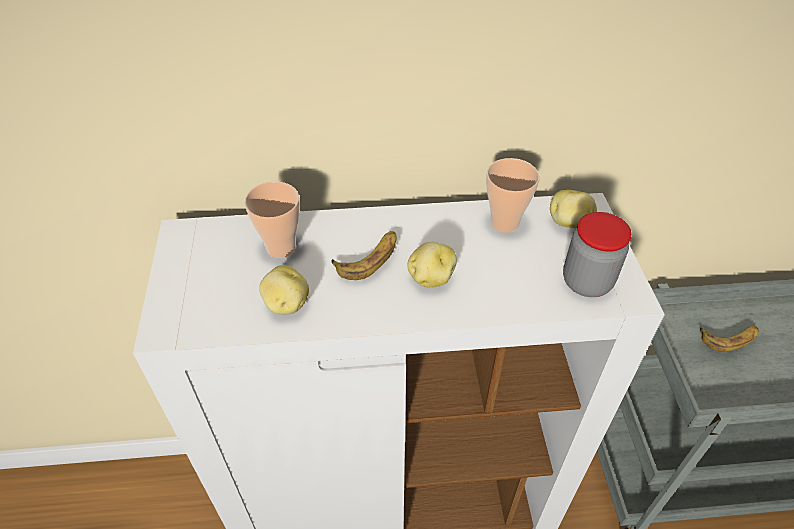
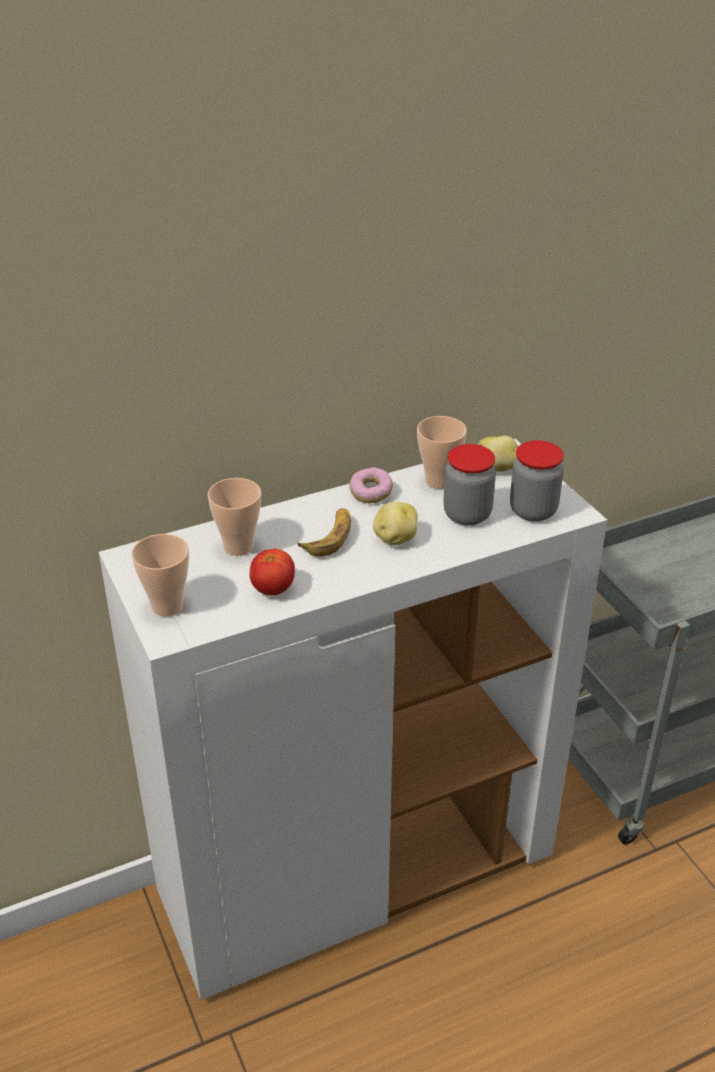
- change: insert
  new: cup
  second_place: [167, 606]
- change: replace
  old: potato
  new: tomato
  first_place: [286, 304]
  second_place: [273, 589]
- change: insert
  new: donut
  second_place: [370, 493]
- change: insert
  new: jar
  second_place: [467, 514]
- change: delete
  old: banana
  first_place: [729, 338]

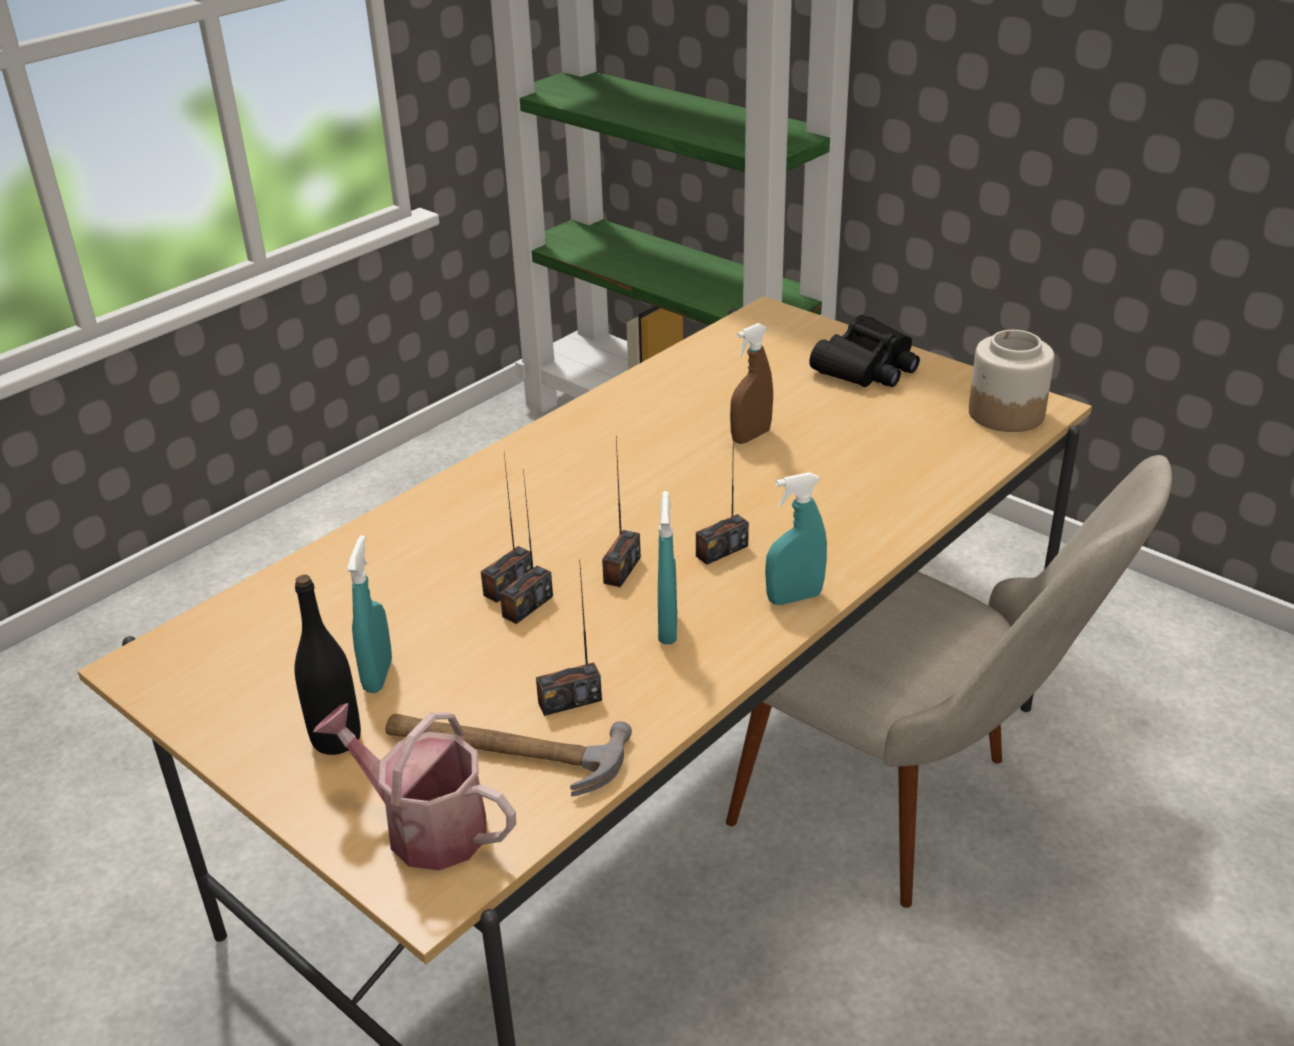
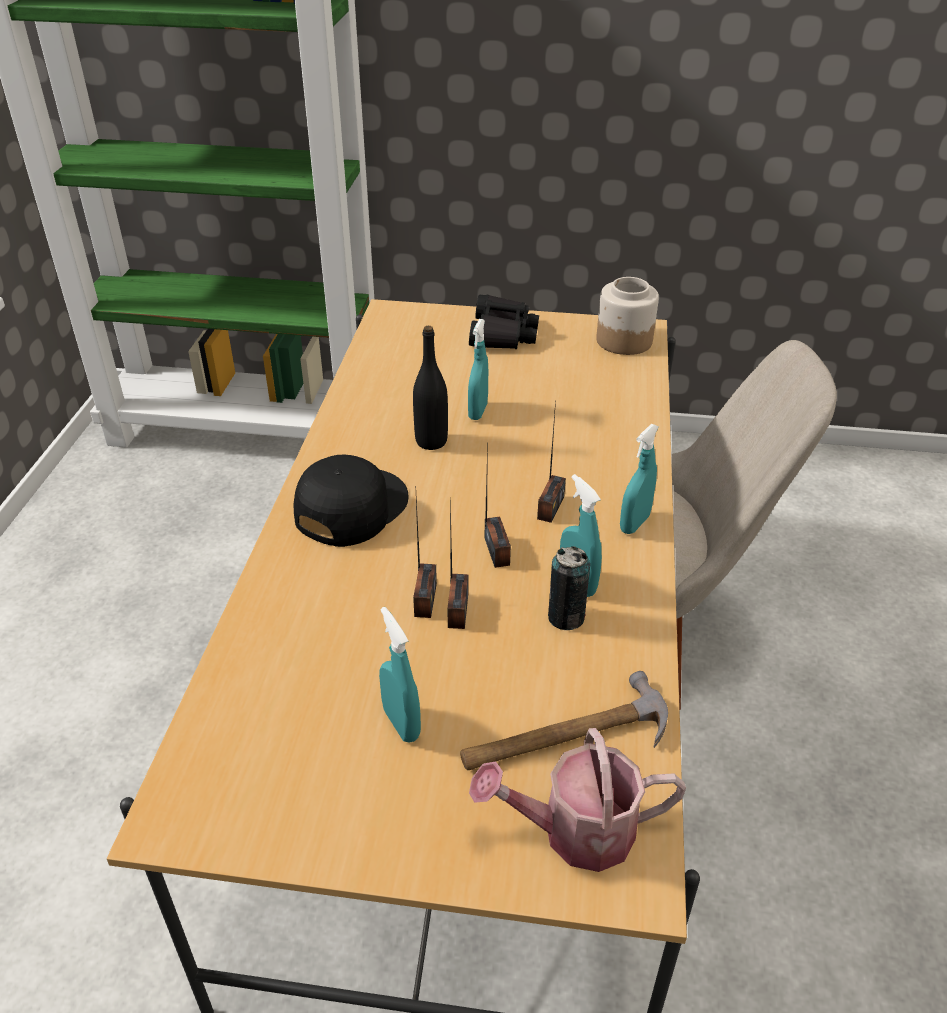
- change: insert
  new: black cap
  second_place: [350, 507]
- change: move
  old: black bottle
  first_place: [336, 739]
  second_place: [431, 441]
- change: recolor
  old: brown spray bottle
  new: turquoise spray bottle
  first_place: [751, 436]
  second_place: [478, 411]
- change: insert
  new: can
  second_place: [566, 617]
- change: delete
  old: radio
  first_place: [569, 701]

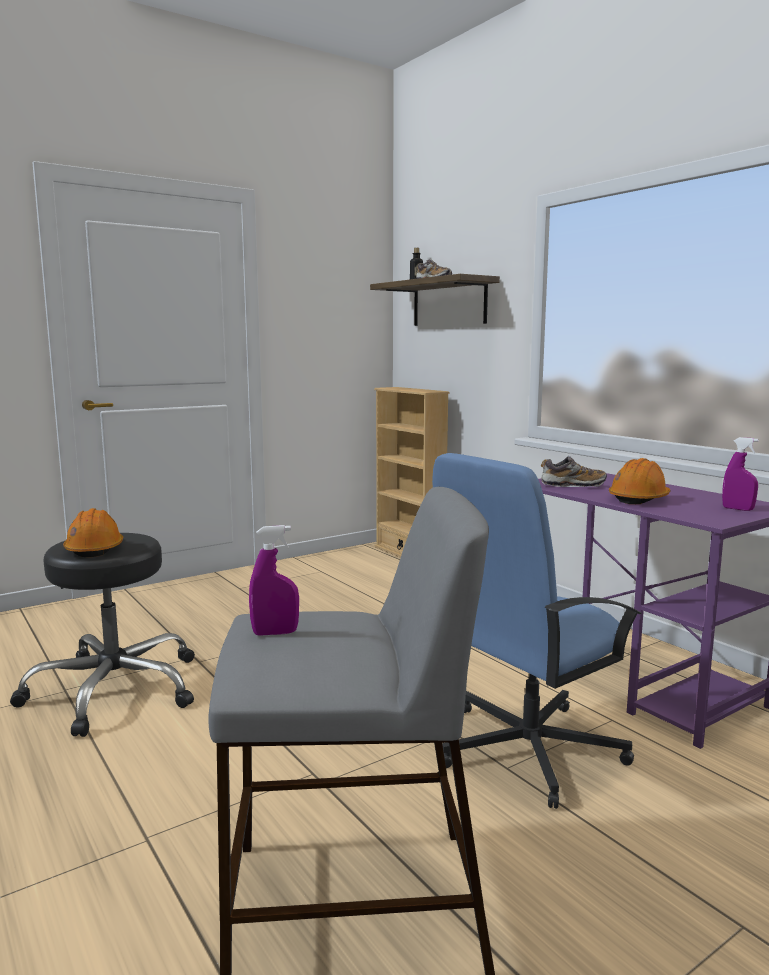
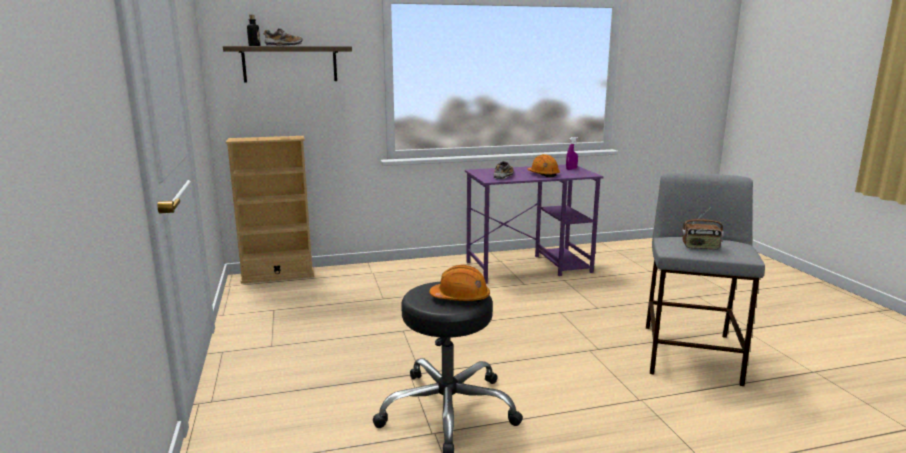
- change: replace
  old: purple spray bottle
  new: radio
  first_place: [275, 633]
  second_place: [700, 247]
- change: delete
  old: blue office chair
  first_place: [525, 749]

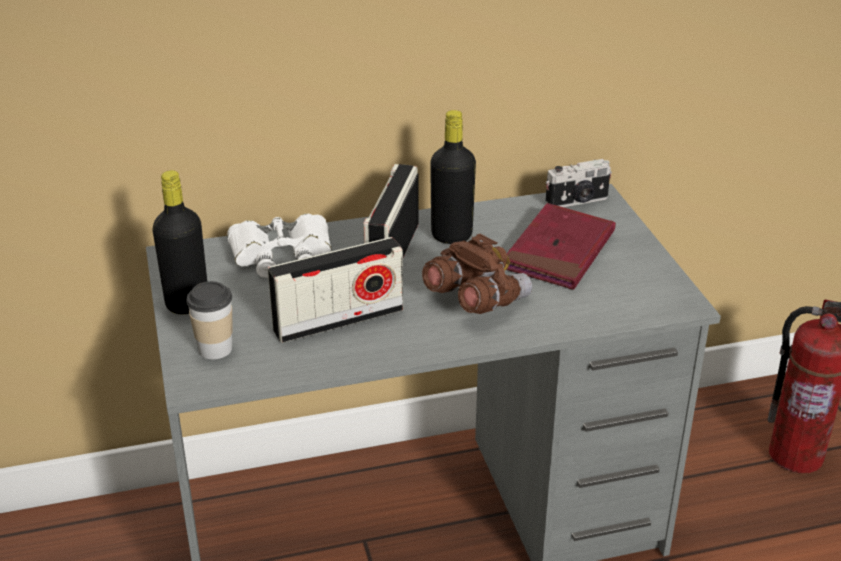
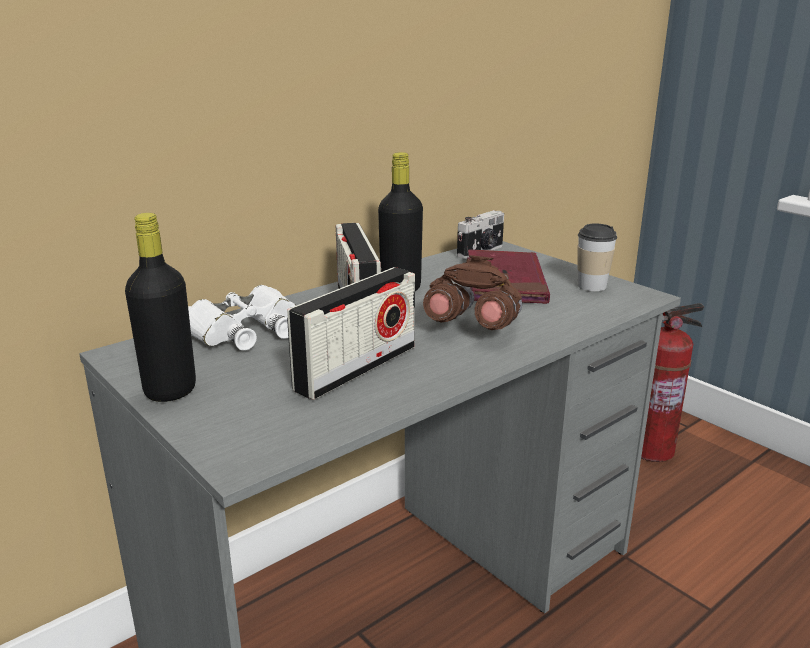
- change: move
  old: cup
  first_place: [215, 349]
  second_place: [591, 286]

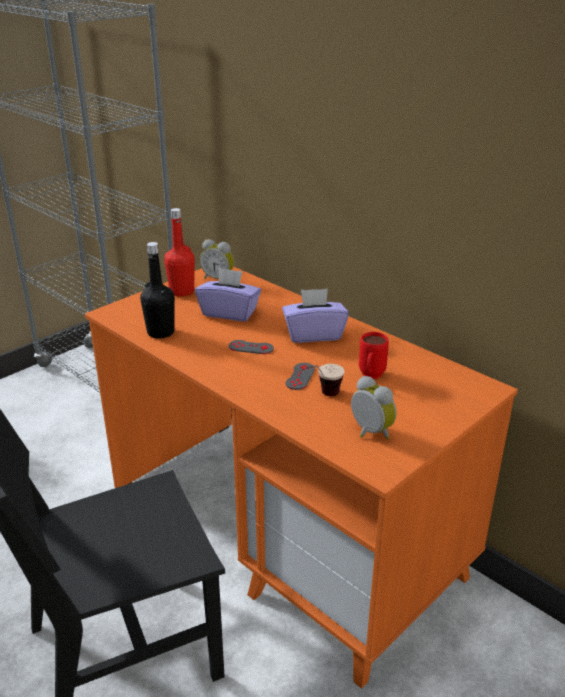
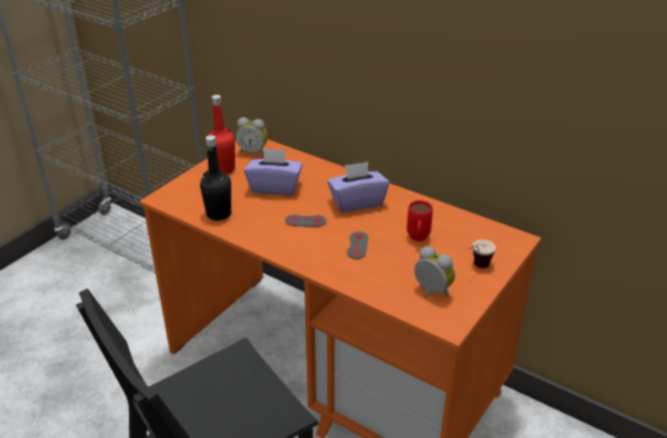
- change: move
  old: cup
  first_place: [322, 396]
  second_place: [476, 268]

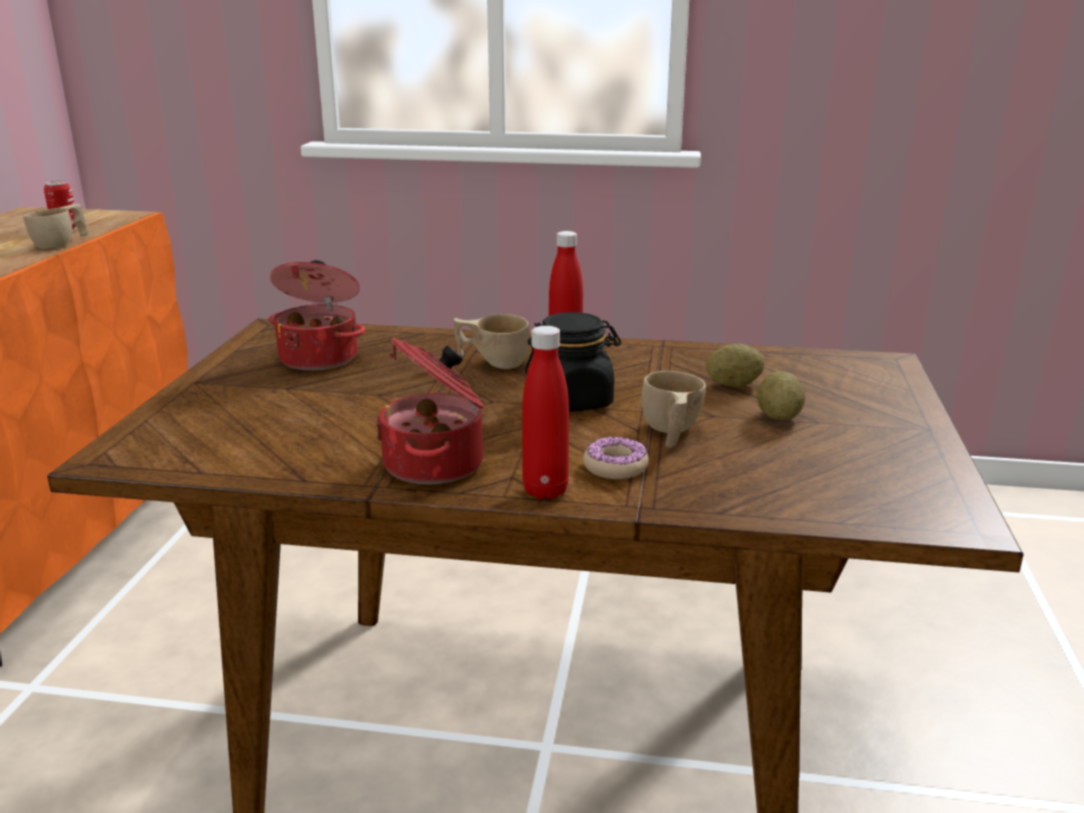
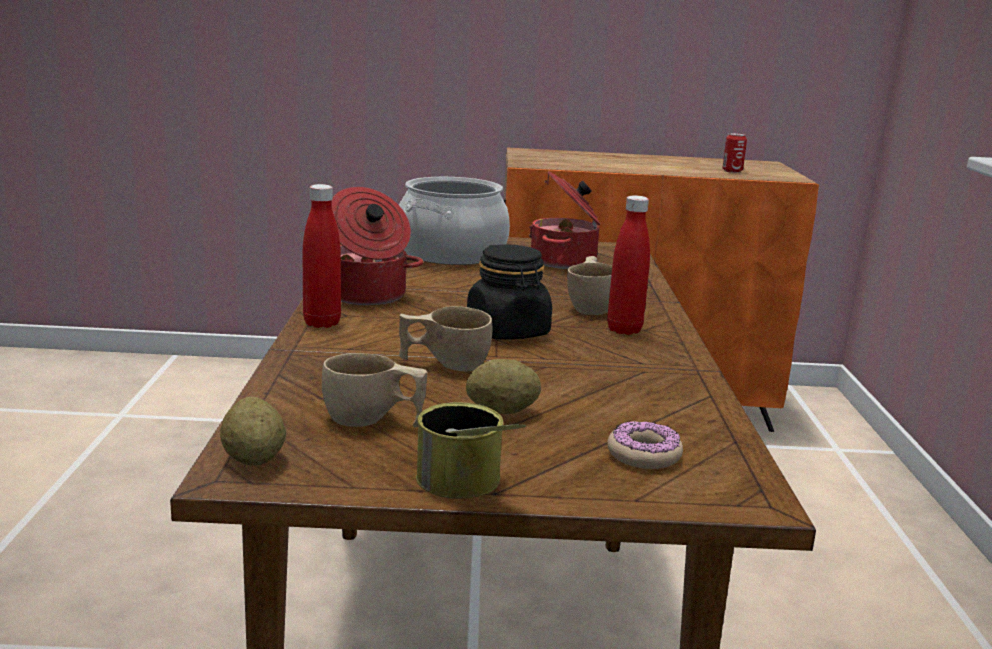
- change: move
  old: potato
  first_place: [733, 385]
  second_place: [253, 459]
- change: move
  old: beige cup
  first_place: [62, 243]
  second_place: [373, 422]
- change: insert
  new: cooking pot
  second_place: [452, 254]
- change: insert
  new: can
  second_place: [466, 491]
- change: move
  old: donut
  first_place: [615, 467]
  second_place: [643, 455]

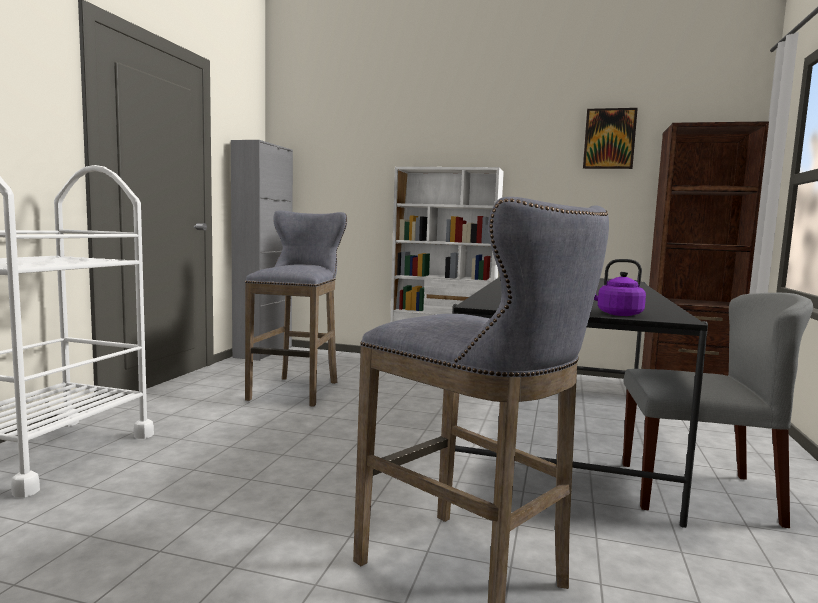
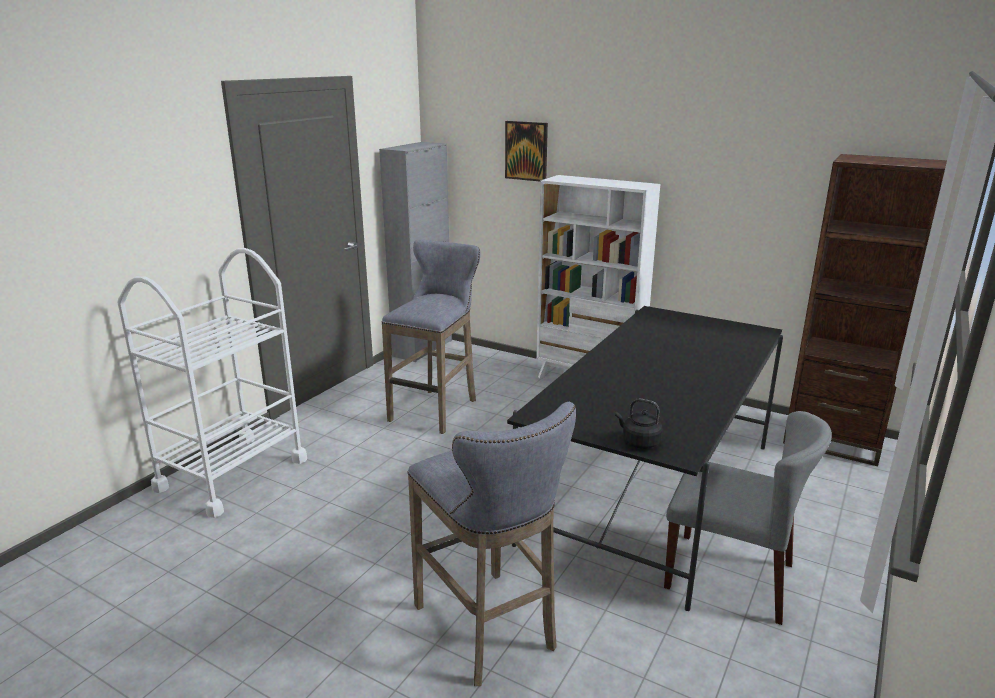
- change: move
  old: picture
  first_place: [609, 139]
  second_place: [526, 151]
- change: recolor
  old: purple kettle
  new: black kettle
  first_place: [617, 314]
  second_place: [639, 442]

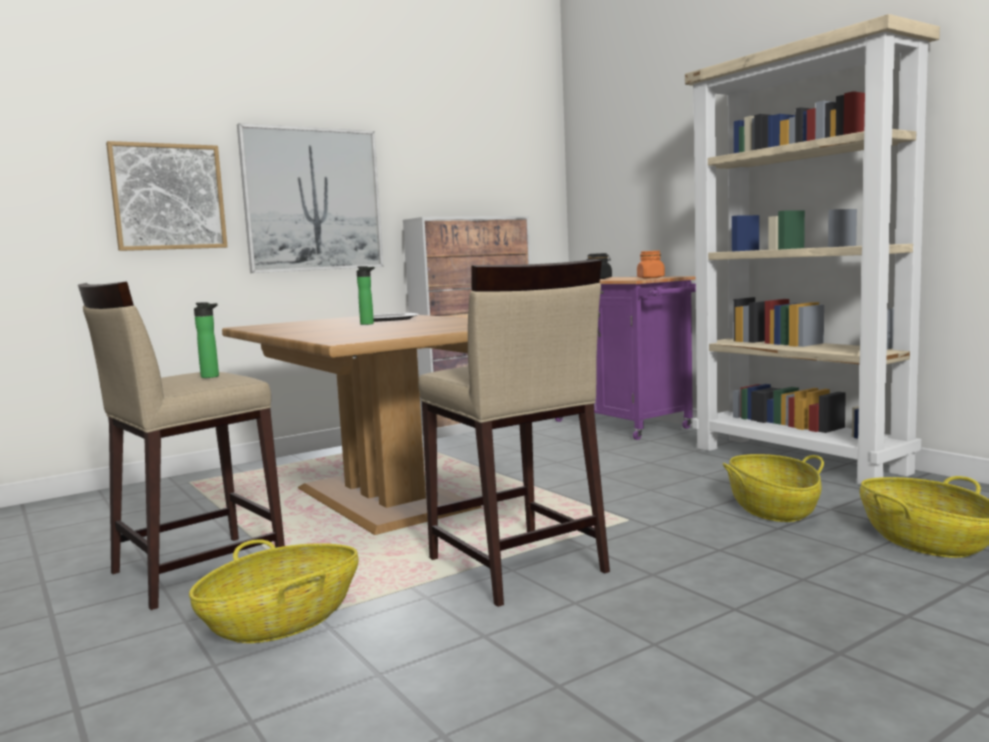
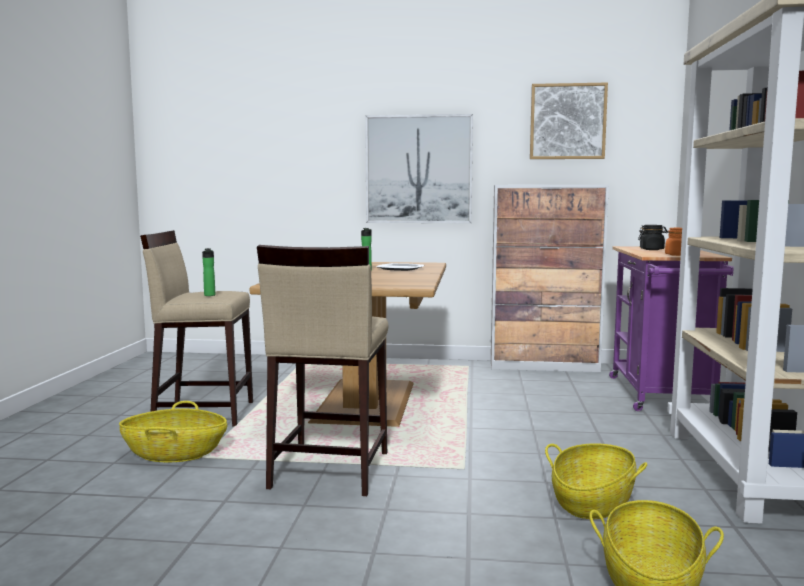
- change: move
  old: picture
  first_place: [168, 197]
  second_place: [567, 121]

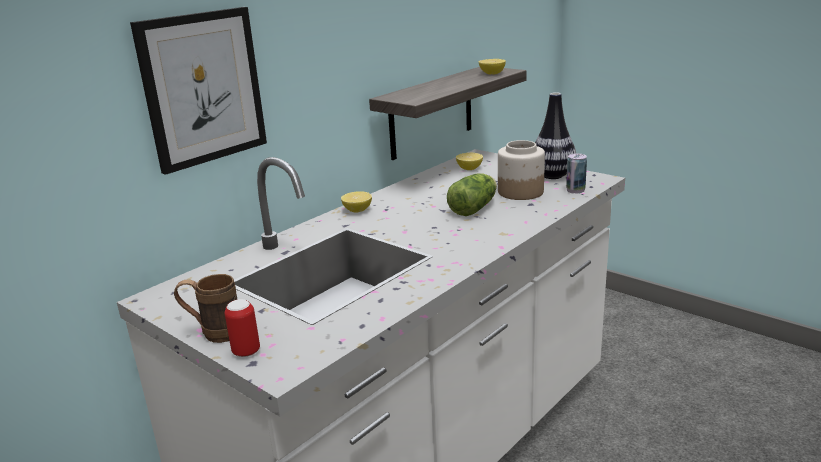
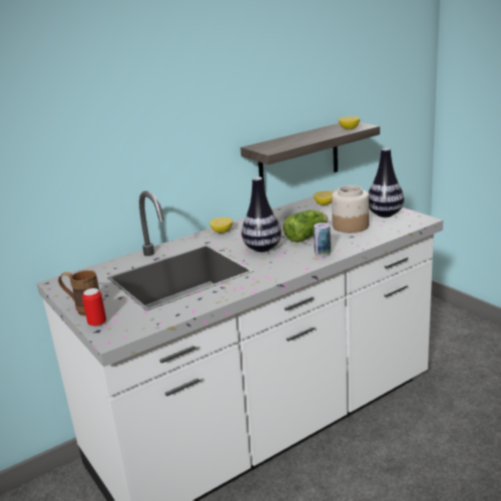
- change: insert
  new: vase
  second_place: [262, 248]
- change: move
  old: can
  first_place: [575, 190]
  second_place: [322, 254]
- change: delete
  old: picture
  first_place: [203, 88]

